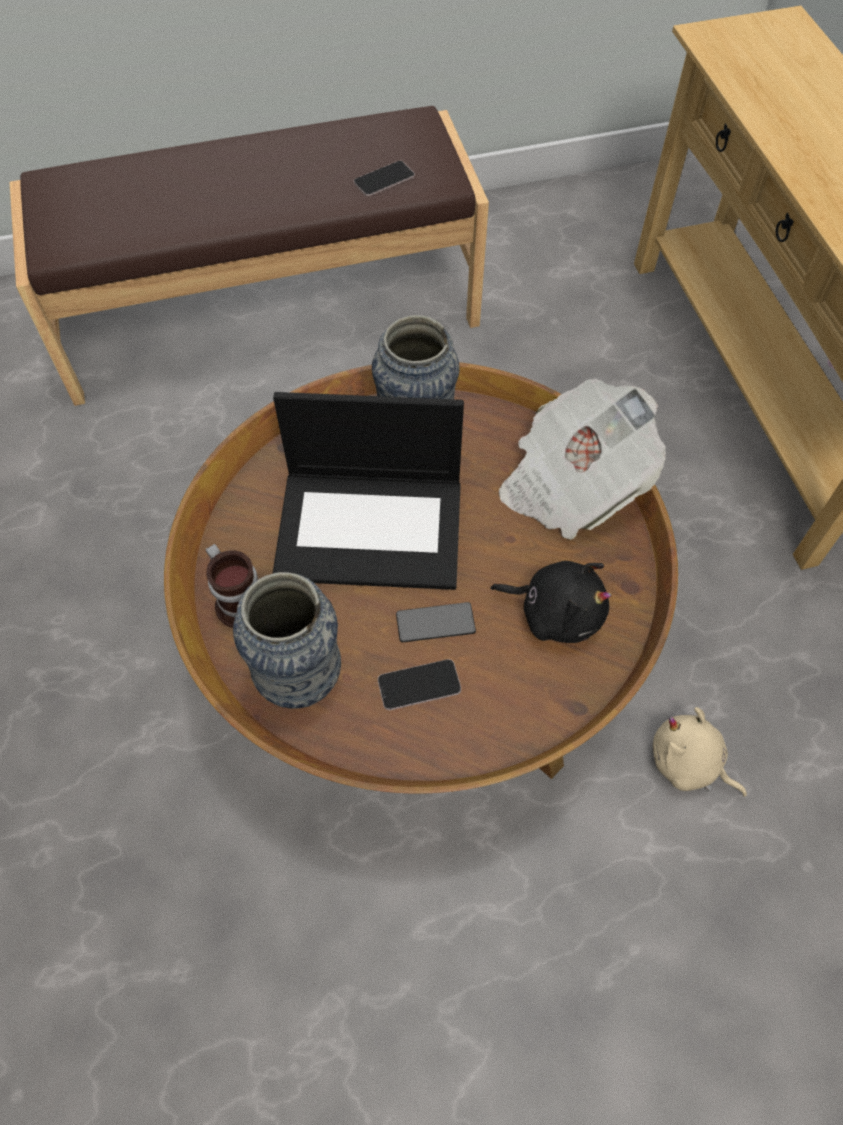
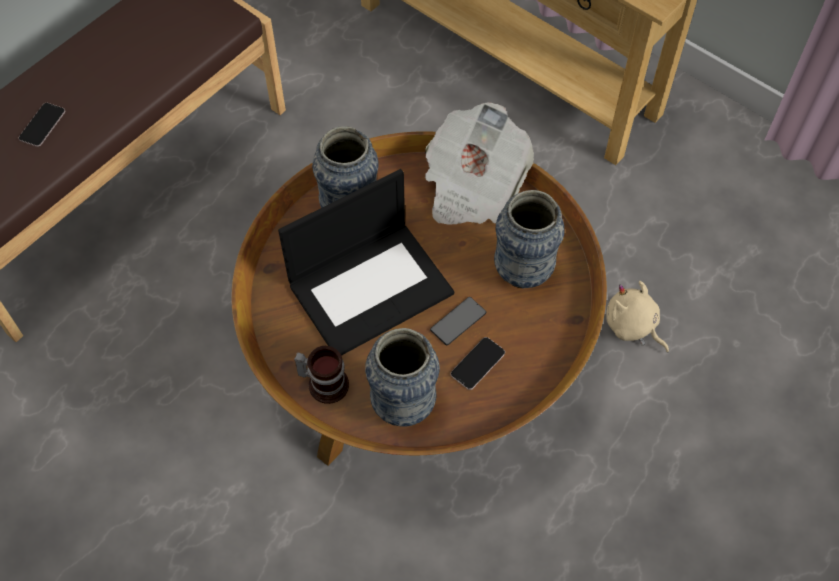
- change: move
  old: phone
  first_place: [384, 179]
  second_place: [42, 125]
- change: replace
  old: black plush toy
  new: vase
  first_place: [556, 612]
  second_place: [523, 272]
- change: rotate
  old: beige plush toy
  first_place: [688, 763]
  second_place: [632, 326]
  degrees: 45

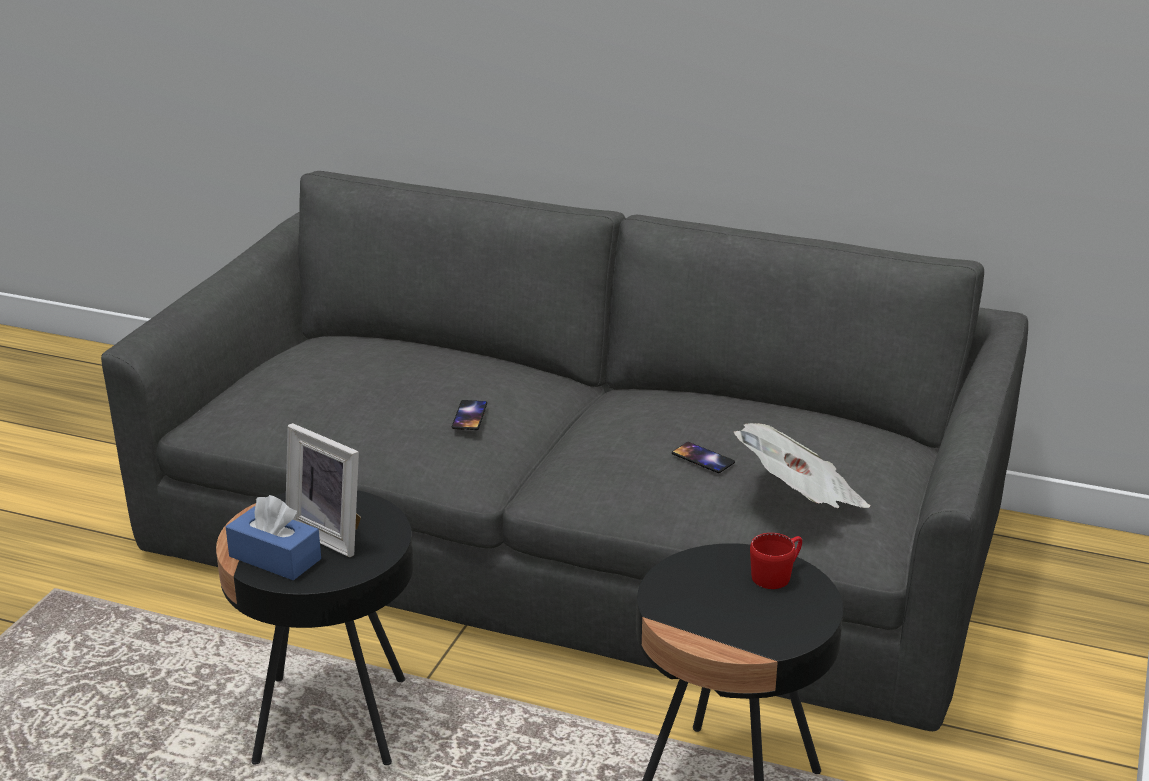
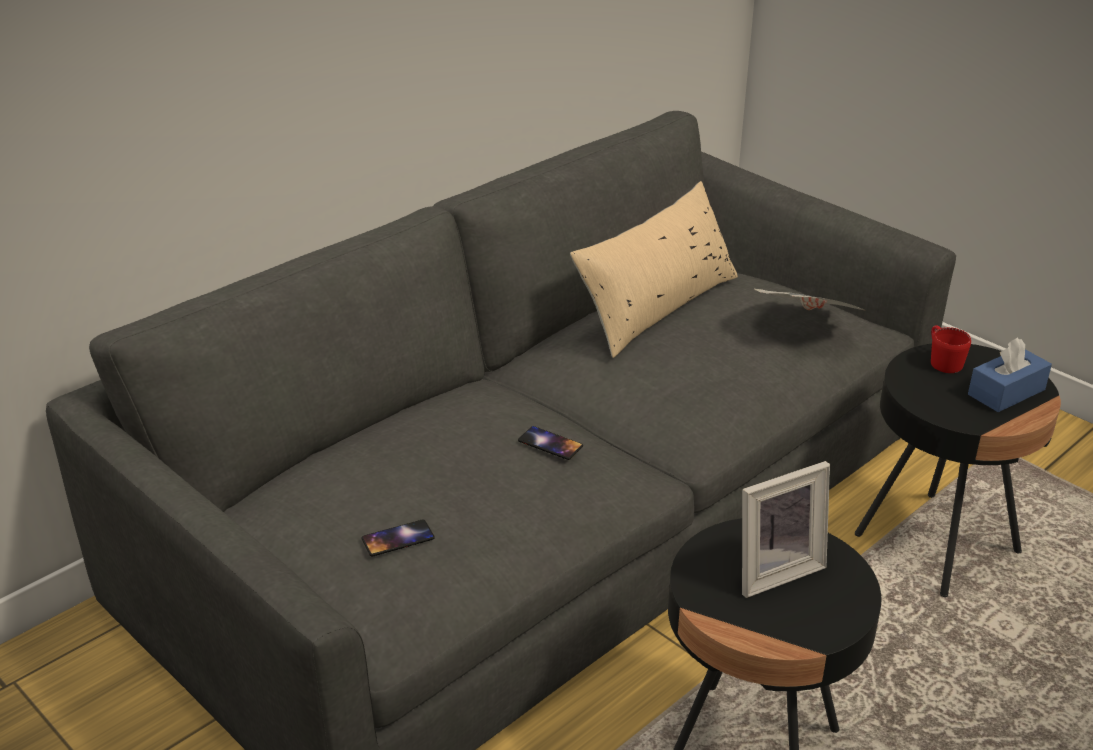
- change: move
  old: phone
  first_place: [703, 458]
  second_place: [398, 539]
- change: insert
  new: beige pillow
  second_place: [656, 307]
- change: move
  old: blue tissue box
  first_place: [275, 558]
  second_place: [1006, 392]

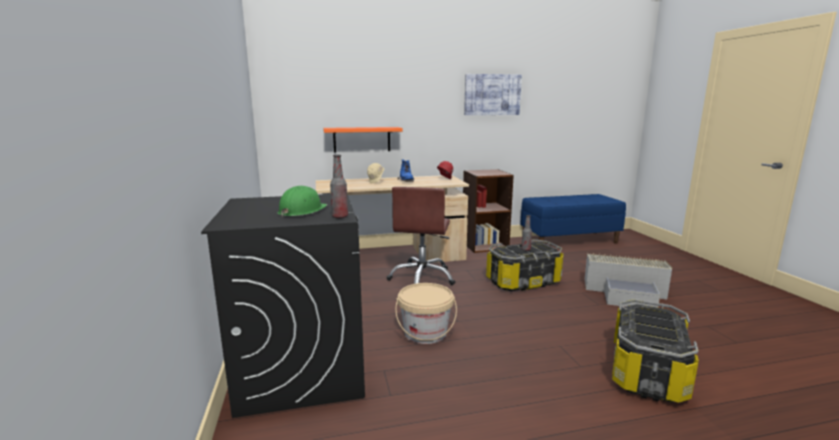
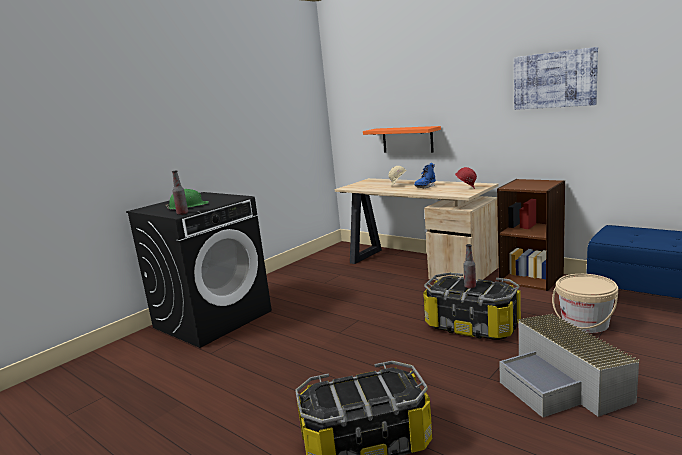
- change: move
  old: beige bucket
  first_place: [425, 333]
  second_place: [585, 323]
- change: delete
  old: brown office chair
  first_place: [422, 278]

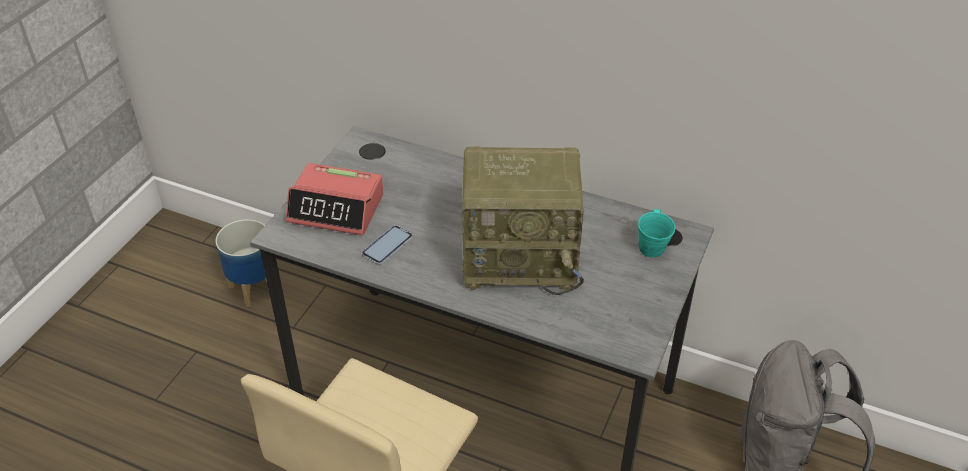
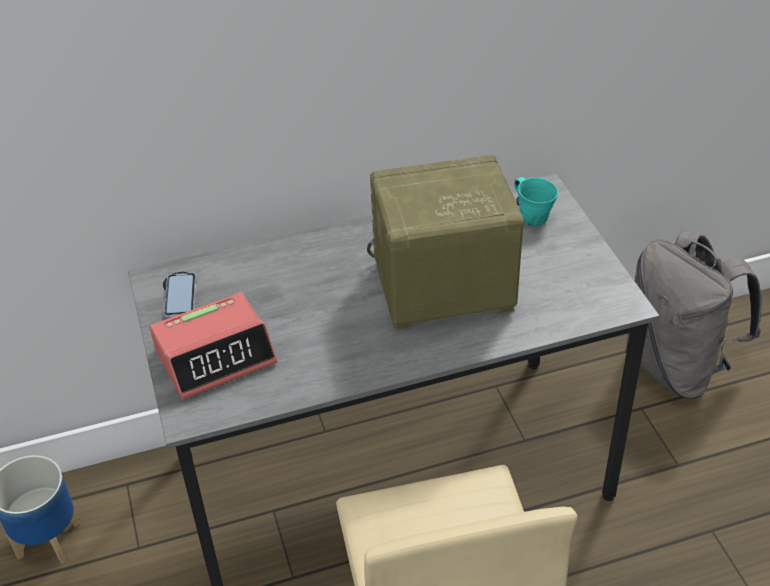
- change: move
  old: phone
  first_place: [387, 246]
  second_place: [180, 296]
- change: rotate
  old: radio
  first_place: [522, 256]
  second_place: [441, 289]
  degrees: -150

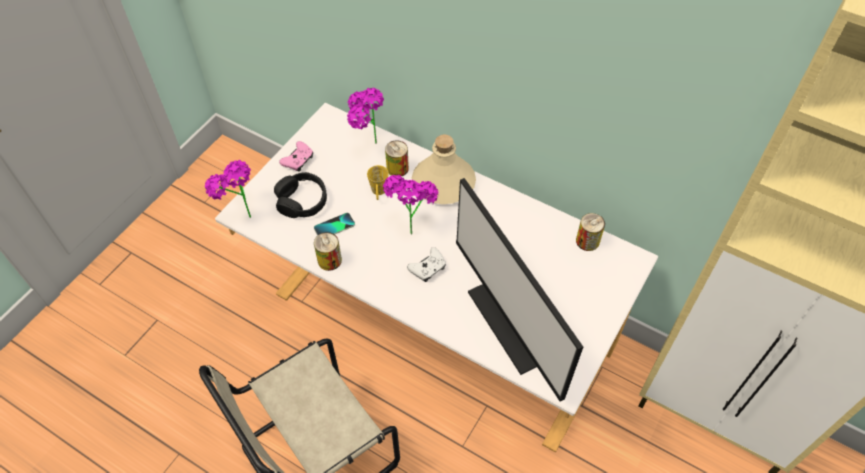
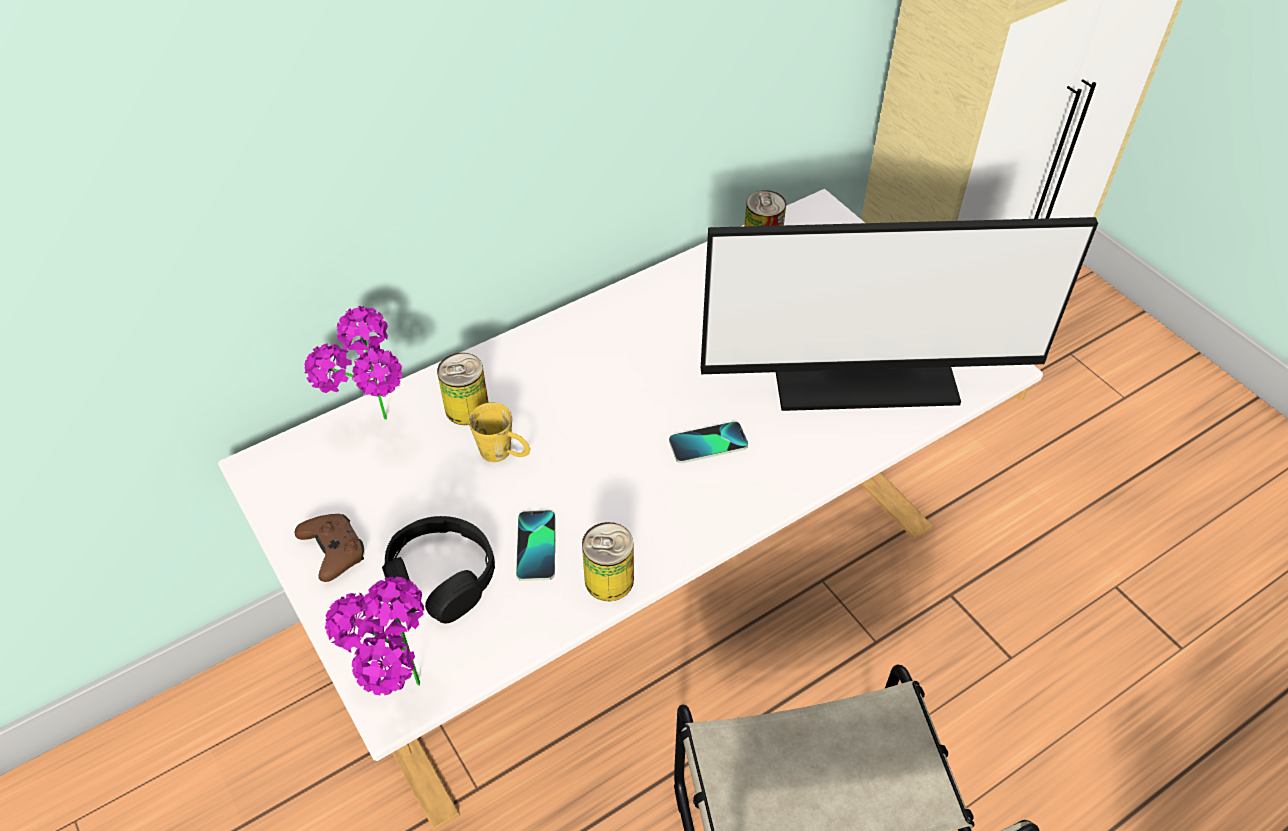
- change: recolor
  old: pink game controller
  new: brown game controller
  first_place: [298, 160]
  second_place: [334, 552]
- change: replace
  old: white game controller
  new: phone
  first_place: [428, 269]
  second_place: [708, 444]
- change: delete
  old: potted plant
  first_place: [410, 226]
- change: delete
  old: beige bottle
  first_place: [443, 182]

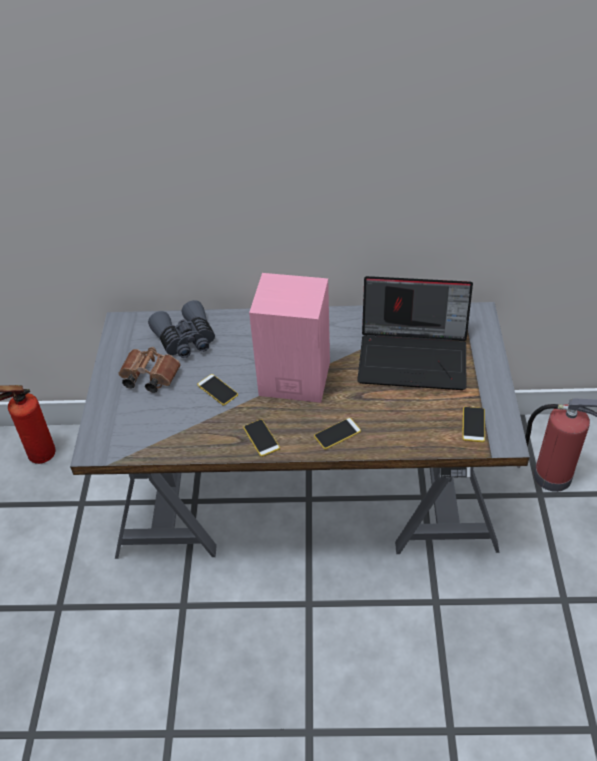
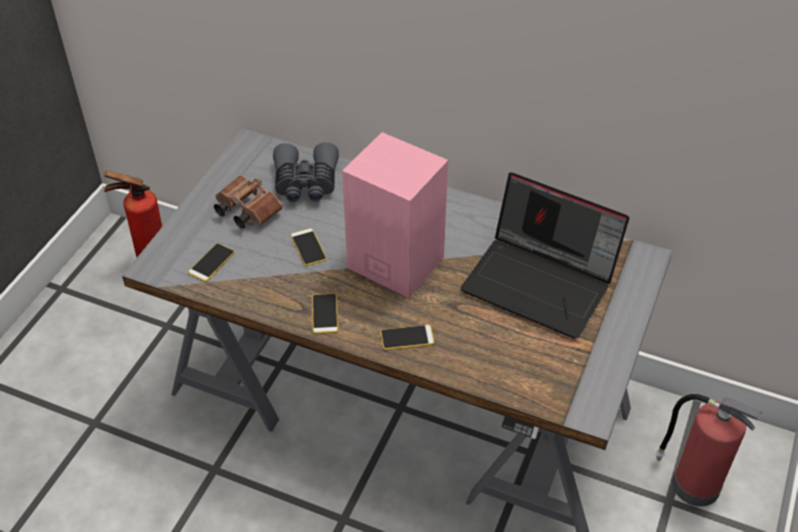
- change: move
  old: phone
  first_place: [473, 424]
  second_place: [211, 263]

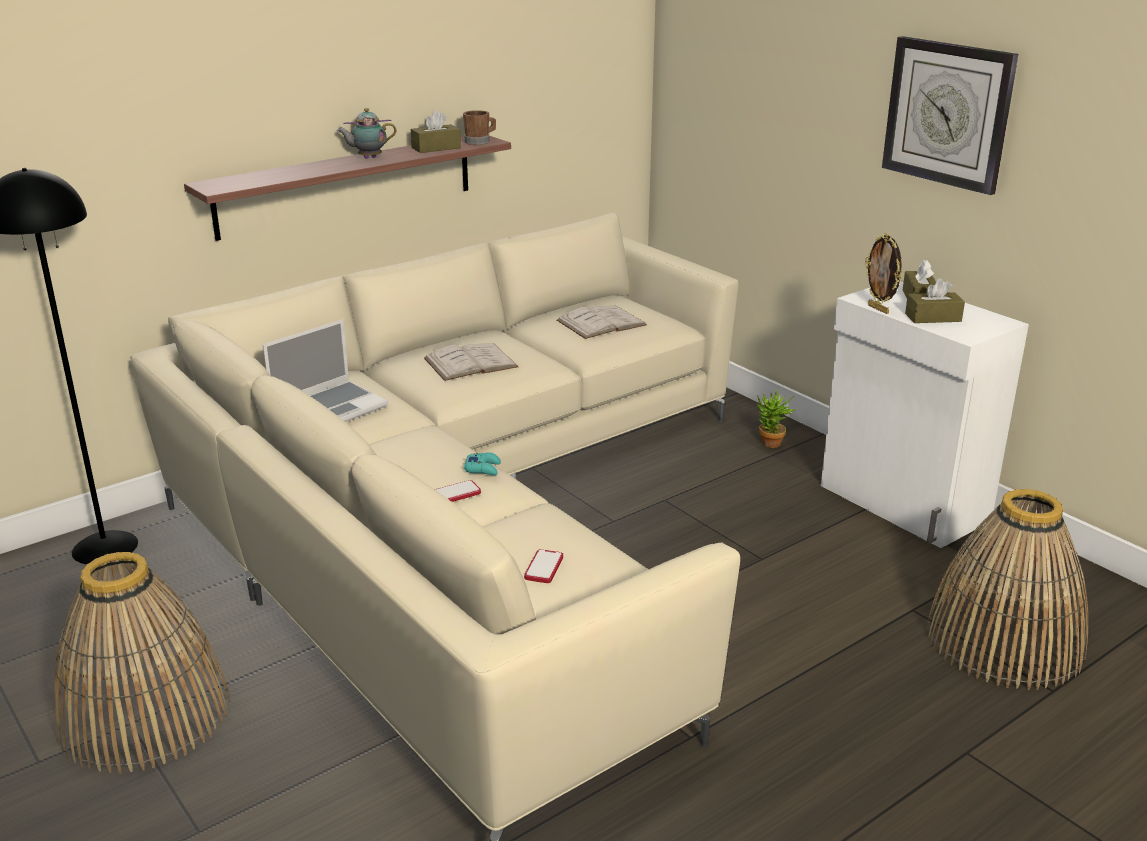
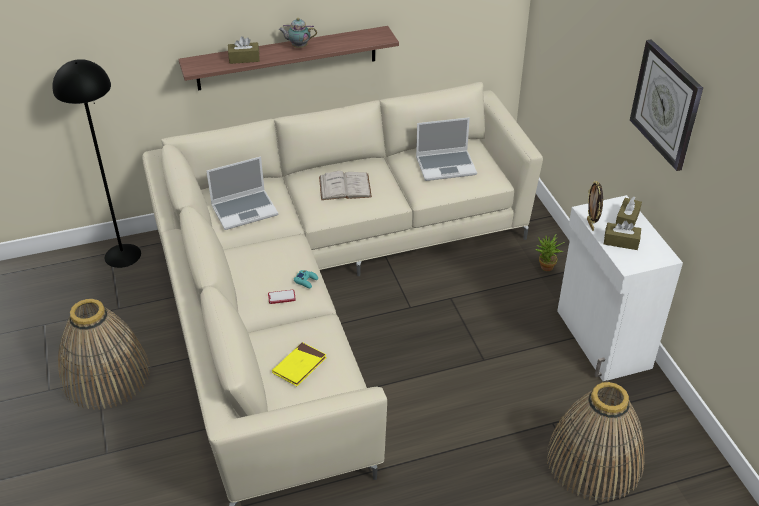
- change: move
  old: brown tissue box
  first_place: [436, 148]
  second_place: [244, 58]
- change: replace
  old: phone
  new: yellow book
  first_place: [544, 568]
  second_place: [299, 366]
- change: replace
  old: white book
  new: laptop
  first_place: [601, 323]
  second_place: [446, 166]
- change: delete
  old: brown mug
  first_place: [480, 142]

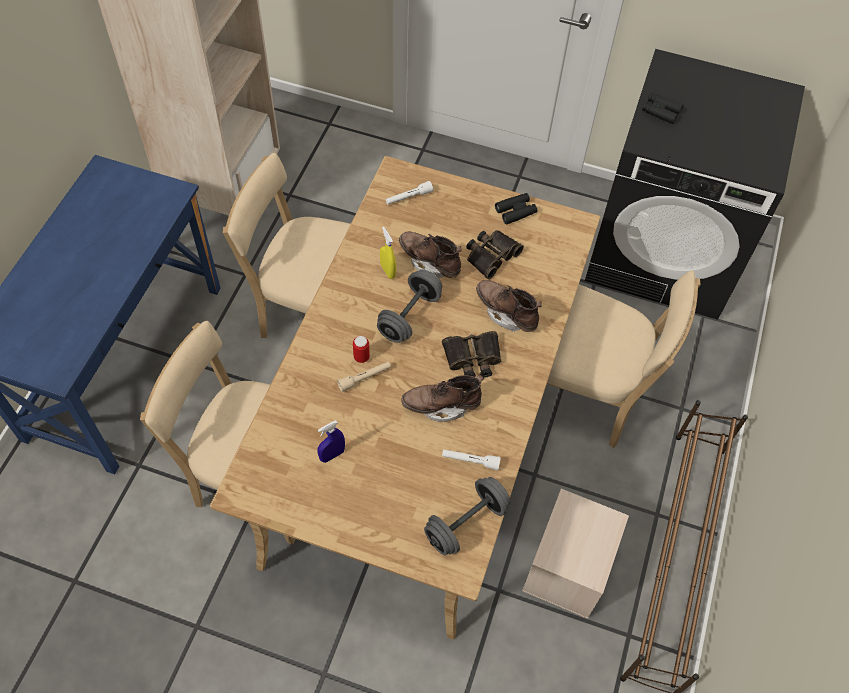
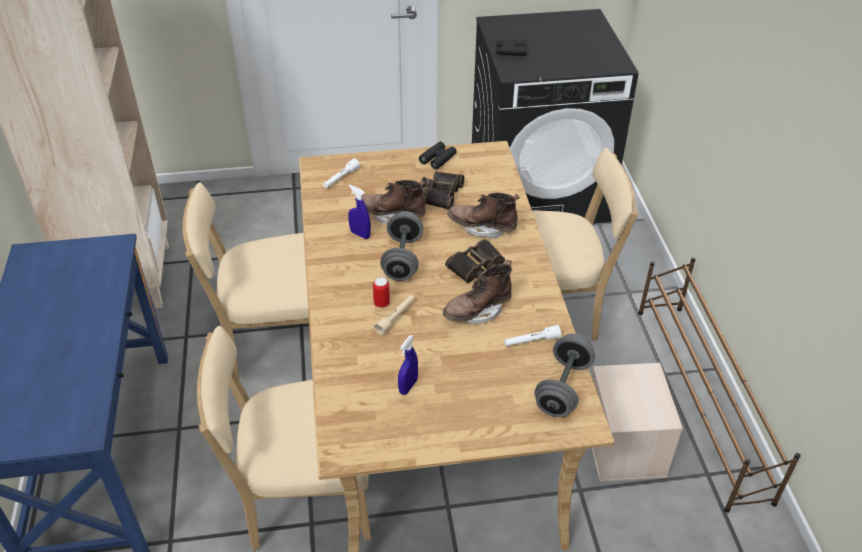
- change: recolor
  old: yellow spray bottle
  new: blue spray bottle
  first_place: [388, 271]
  second_place: [360, 234]

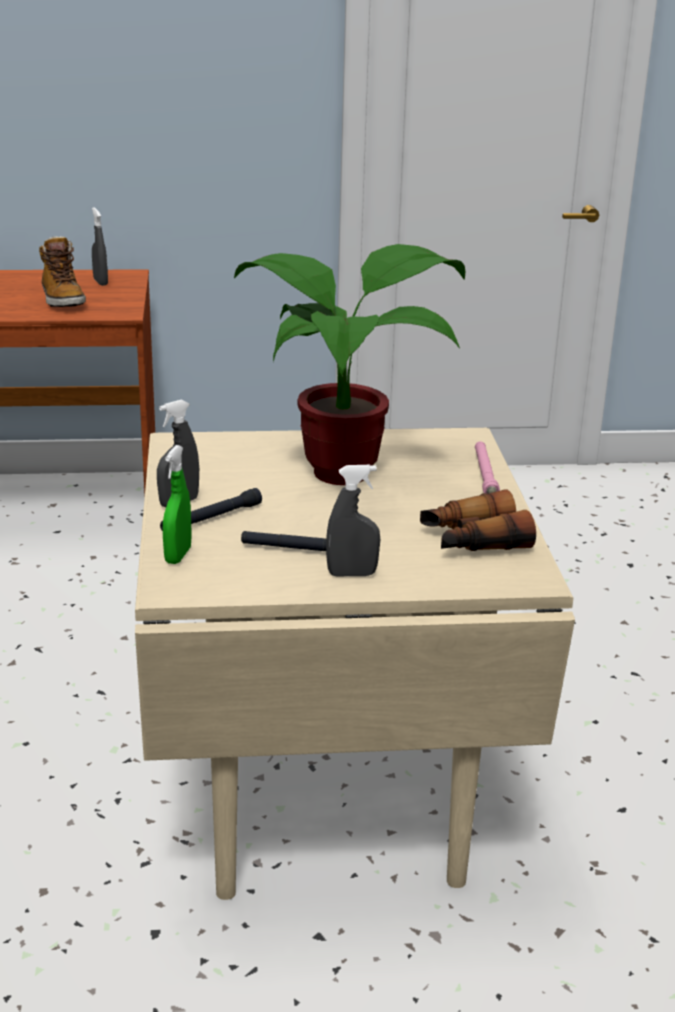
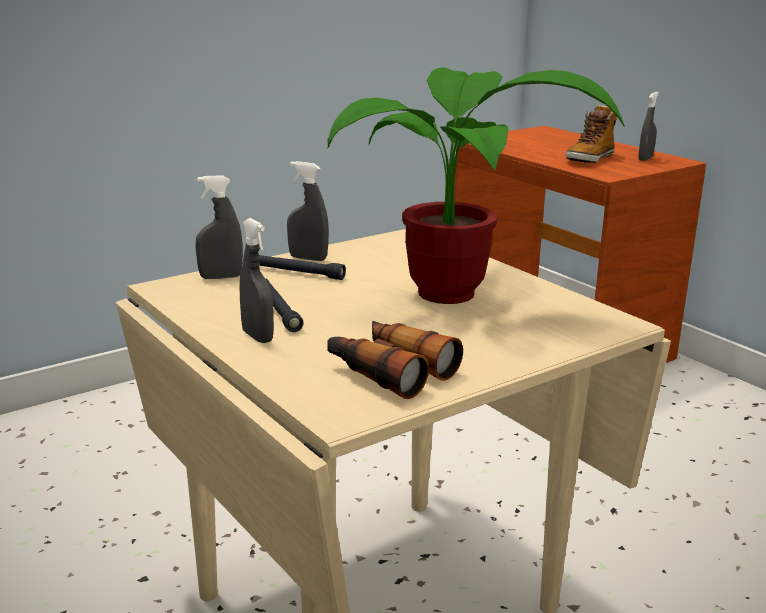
- change: recolor
  old: green spray bottle
  new: grey spray bottle
  first_place: [178, 555]
  second_place: [220, 277]
- change: delete
  old: pink flashlight
  first_place: [485, 475]

